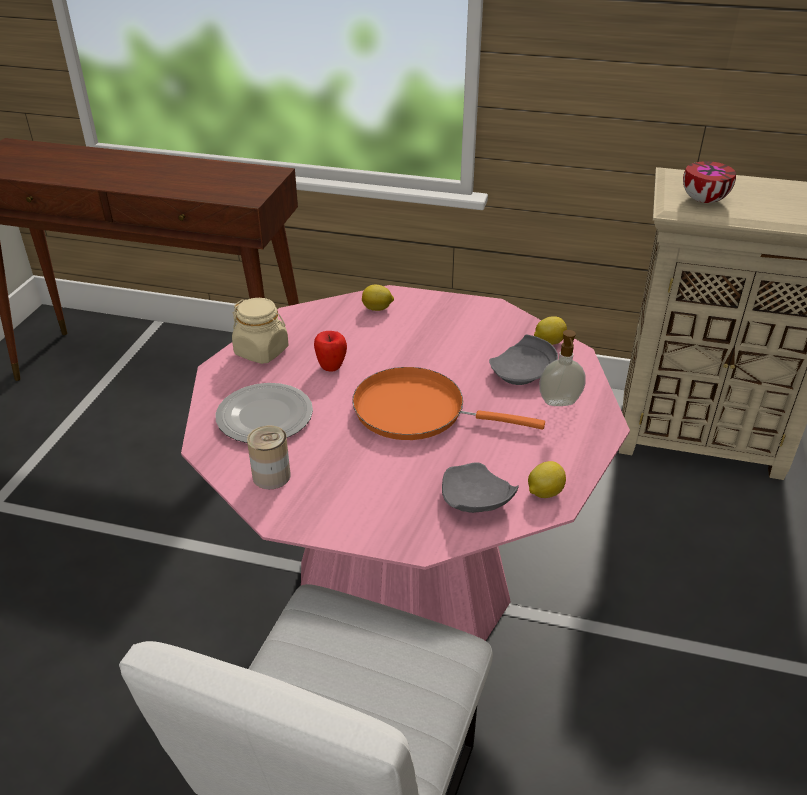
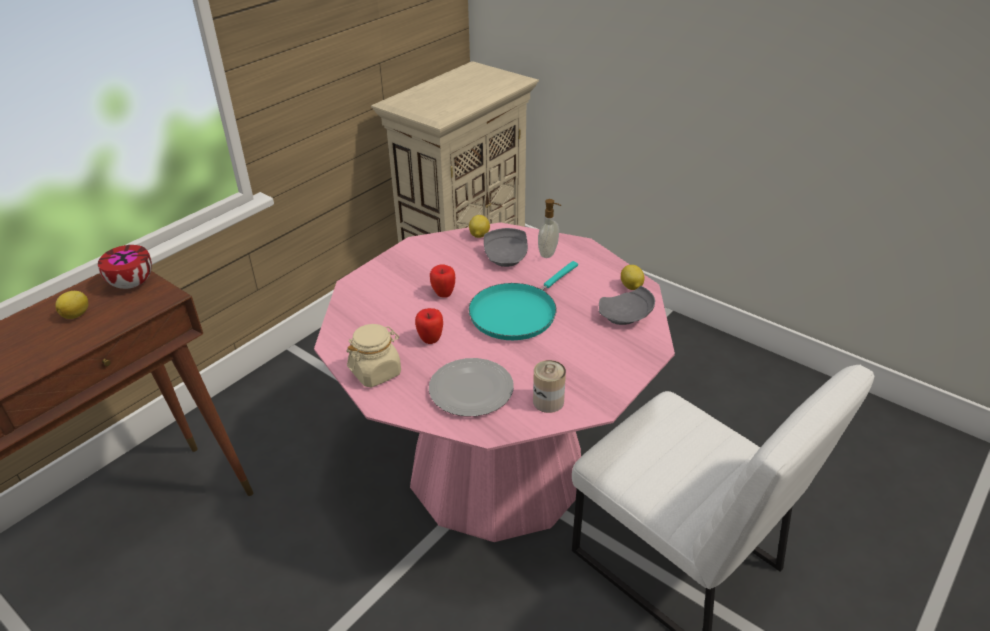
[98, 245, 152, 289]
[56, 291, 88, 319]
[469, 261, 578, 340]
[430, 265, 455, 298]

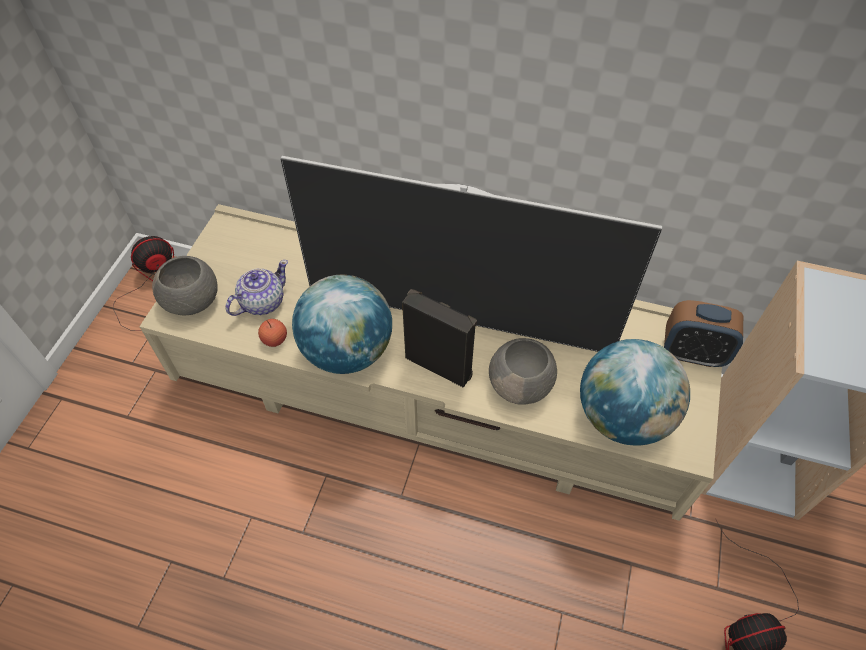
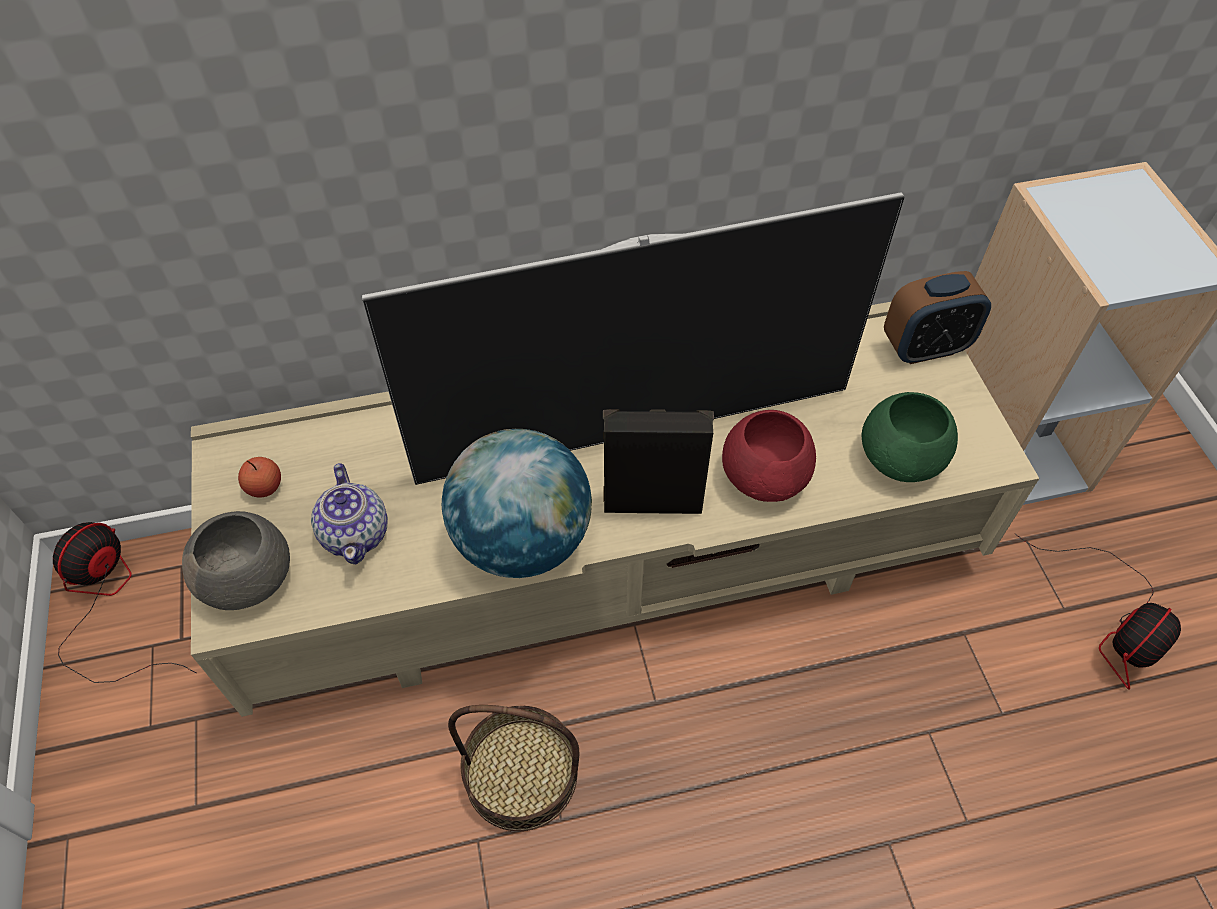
[311, 463, 388, 564]
[238, 457, 281, 498]
[722, 410, 816, 502]
[861, 392, 958, 482]
[448, 705, 580, 831]

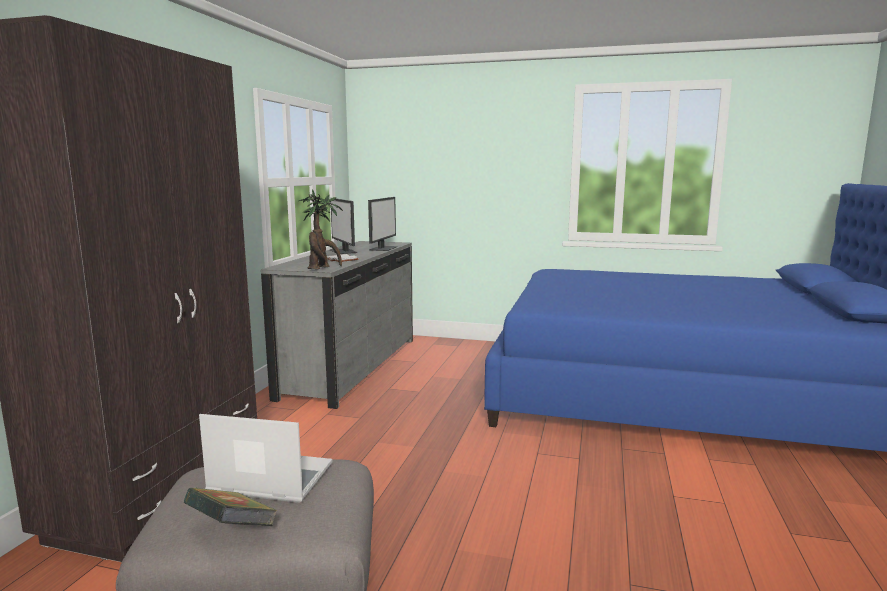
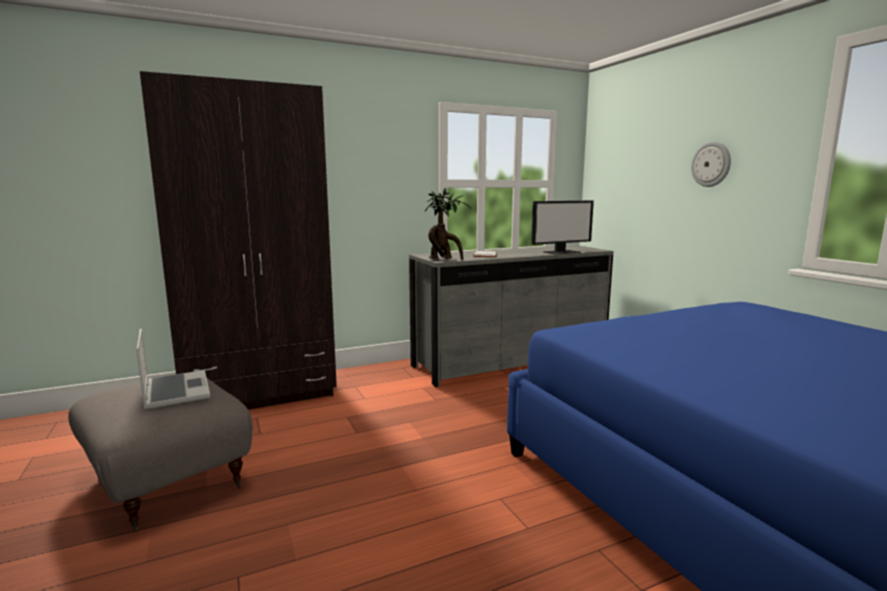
[329, 198, 357, 254] (first image)
[184, 487, 278, 526] (first image)
[691, 141, 731, 187]

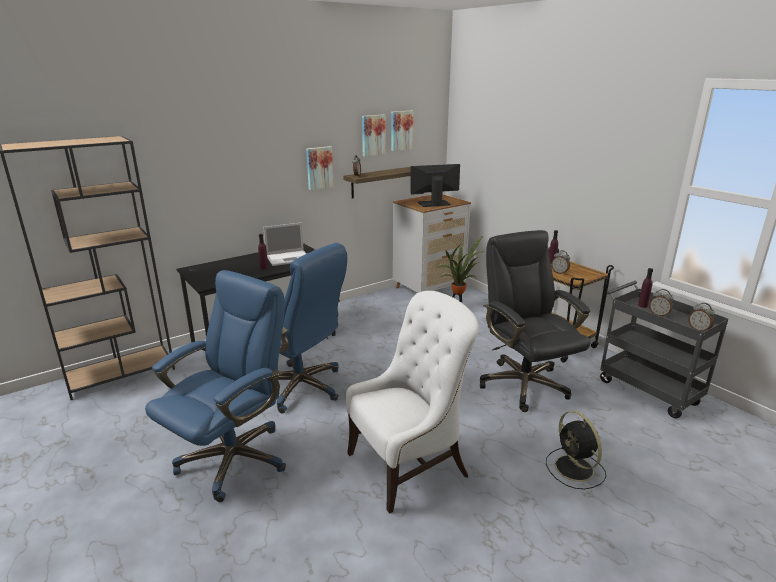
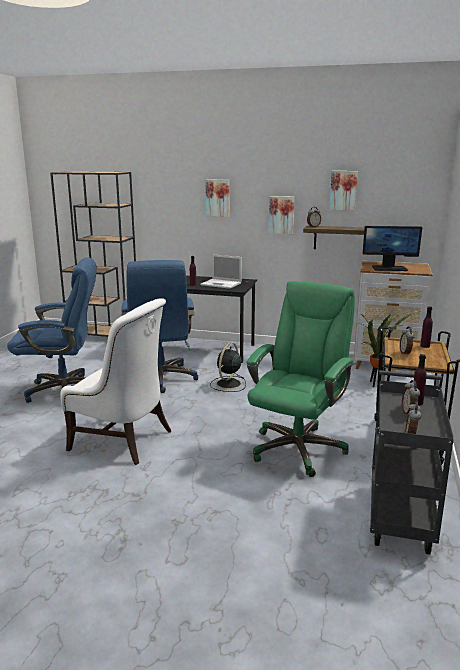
[205, 180, 229, 217]
[363, 226, 422, 271]
[247, 281, 356, 477]
[210, 343, 246, 392]

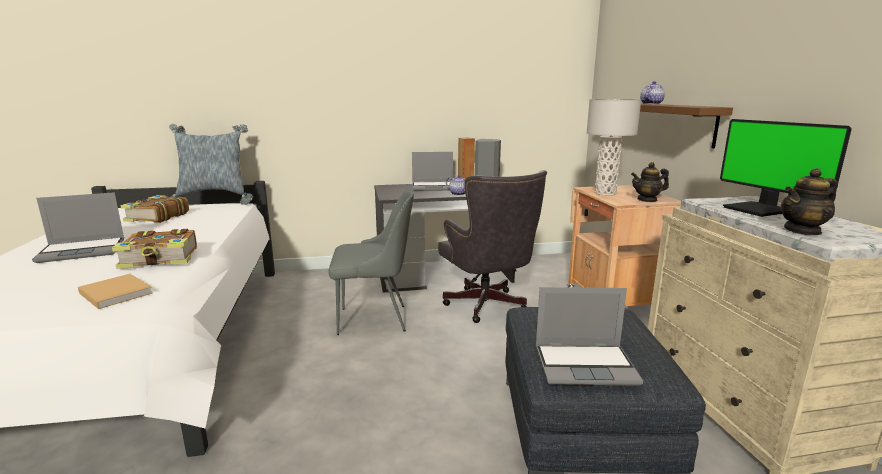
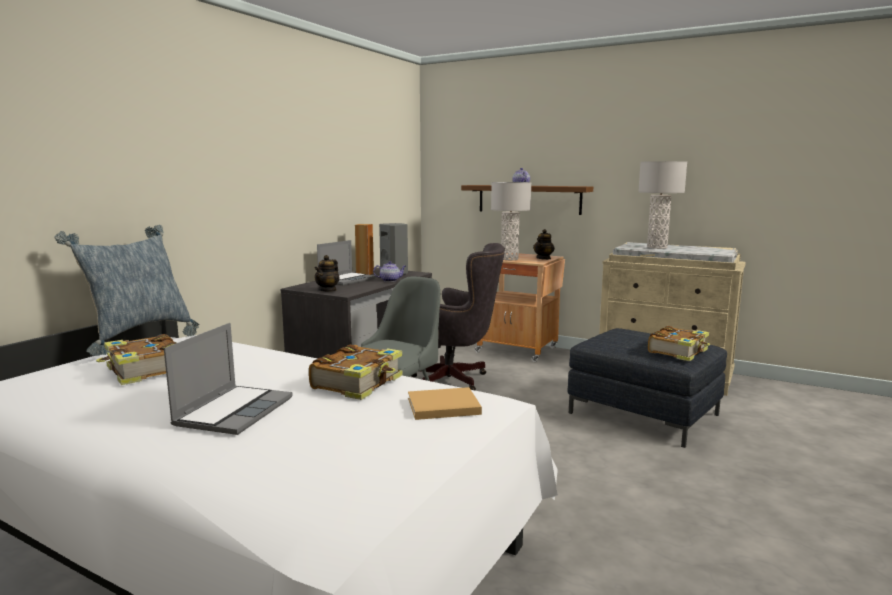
[638, 161, 687, 249]
[314, 255, 340, 292]
[648, 326, 710, 361]

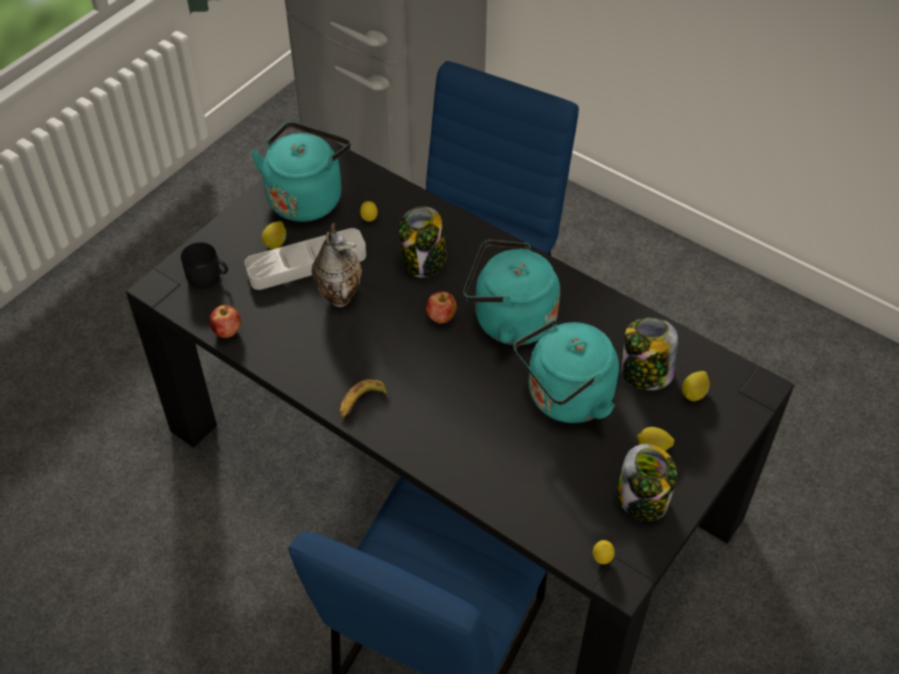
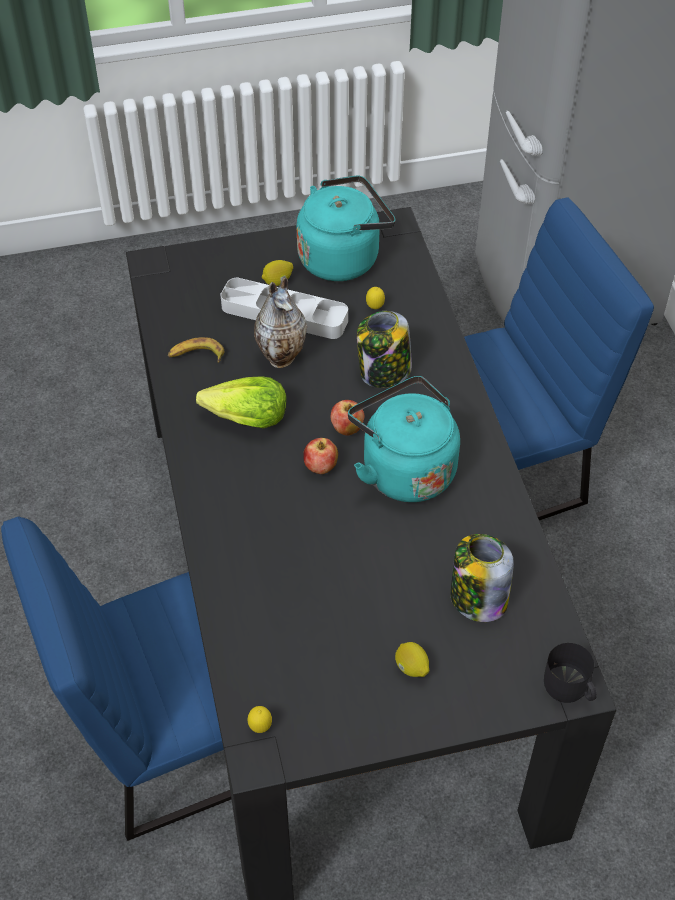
[544, 643, 597, 703]
[303, 438, 338, 474]
[514, 320, 619, 423] (first image)
[682, 371, 710, 401] (first image)
[168, 337, 224, 363]
[617, 444, 677, 521] (first image)
[196, 376, 287, 428]

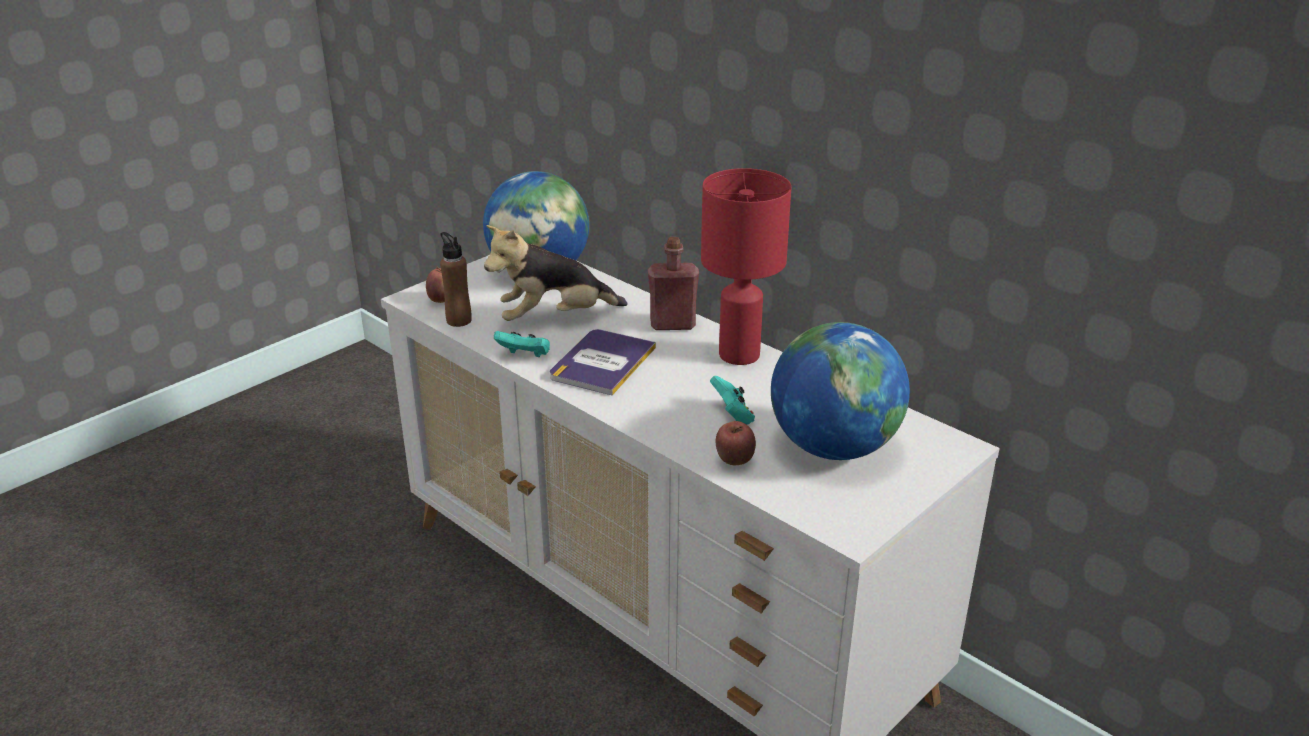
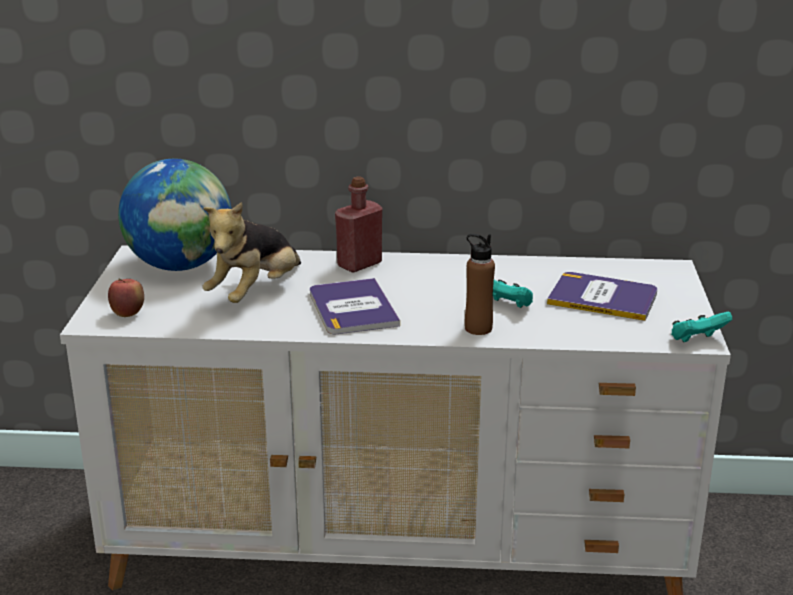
[701, 168, 791, 365] (first image)
[465, 234, 495, 335]
[547, 272, 658, 321]
[671, 312, 732, 342]
[716, 421, 756, 465] (first image)

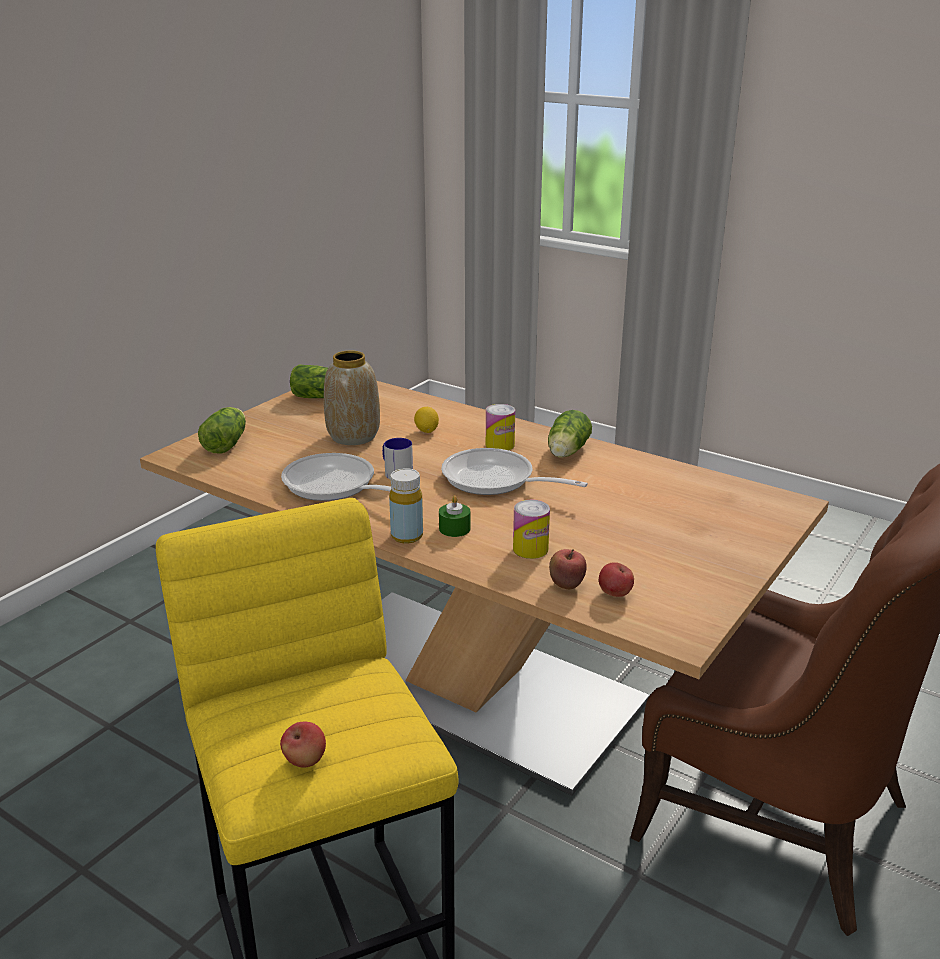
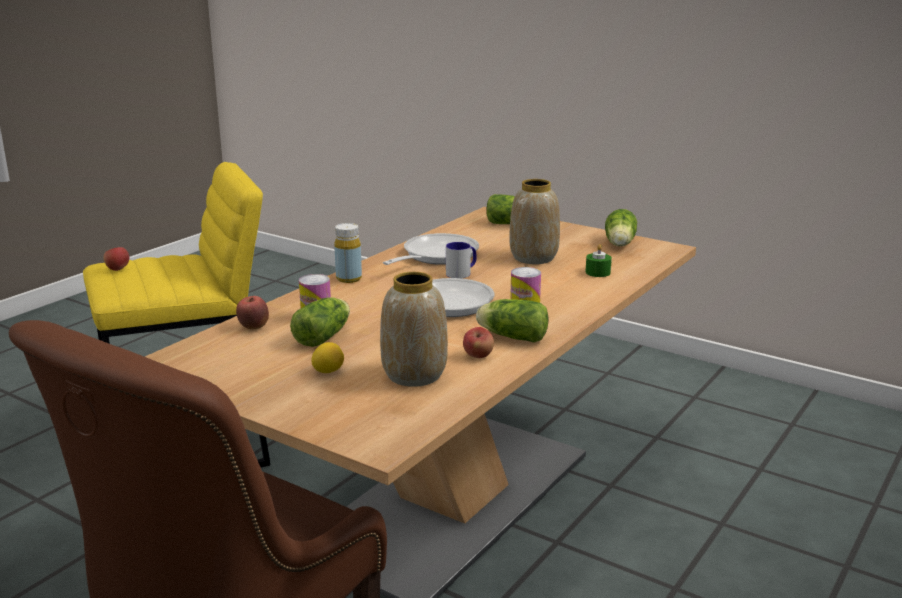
[311, 342, 344, 373]
[586, 244, 612, 277]
[463, 327, 494, 358]
[380, 272, 448, 387]
[290, 297, 350, 347]

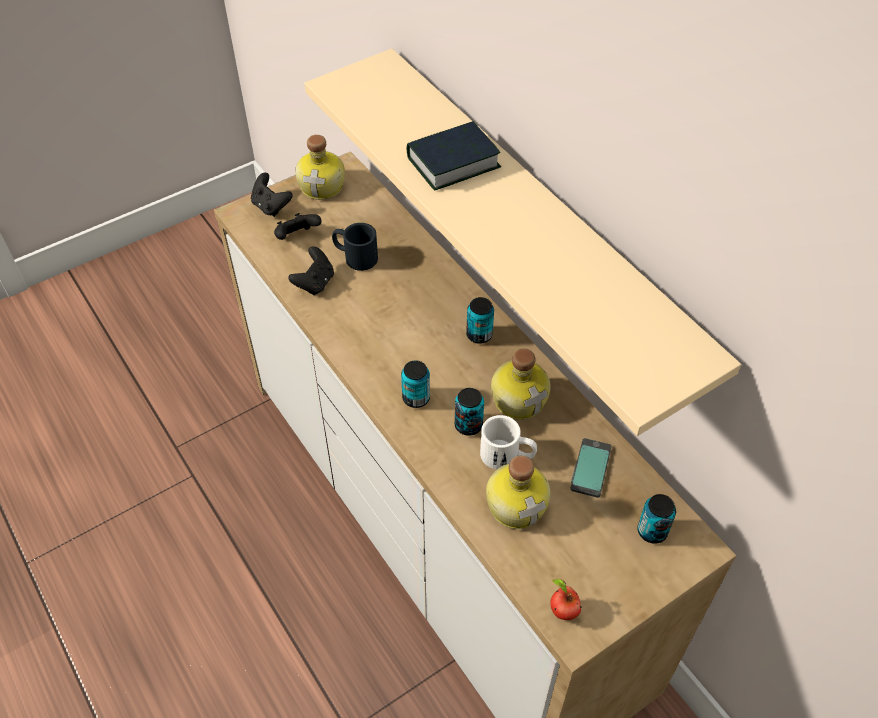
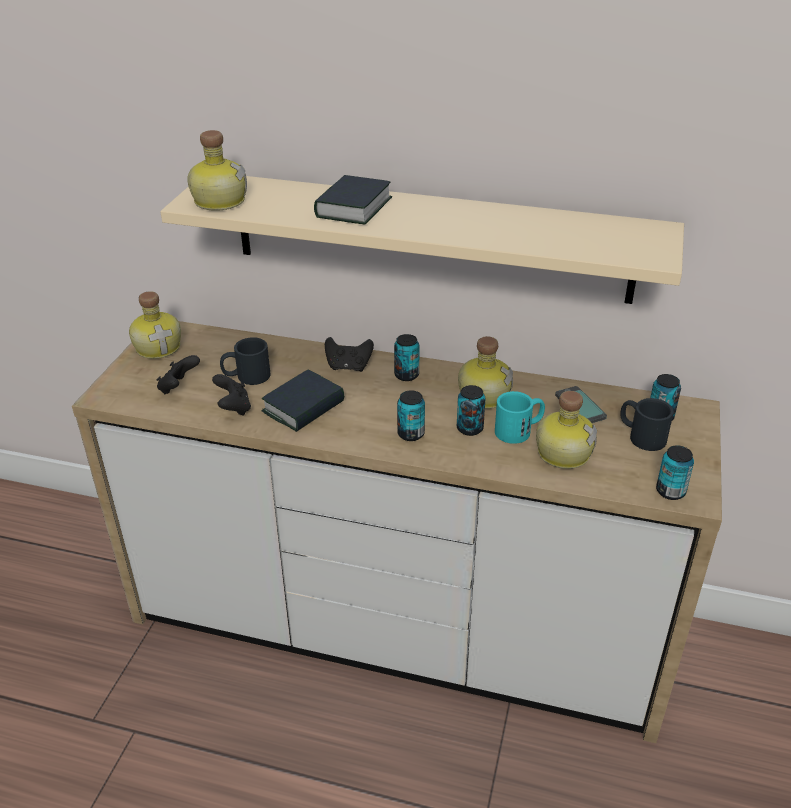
[325, 337, 374, 372]
[495, 391, 545, 444]
[656, 445, 694, 500]
[187, 130, 247, 211]
[262, 369, 344, 432]
[620, 398, 674, 451]

